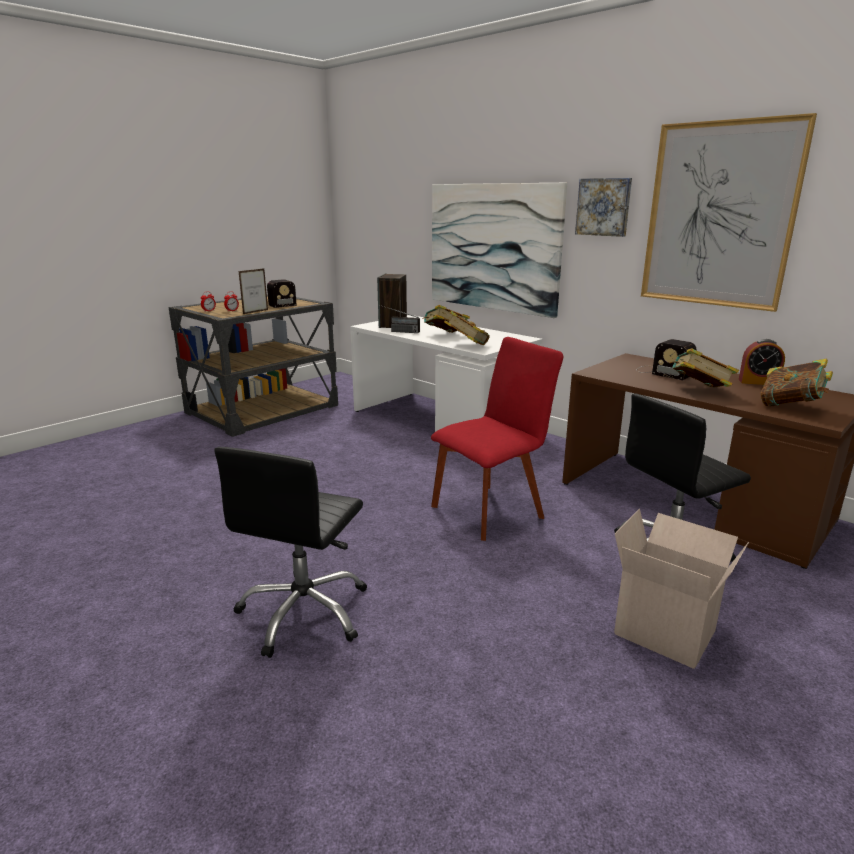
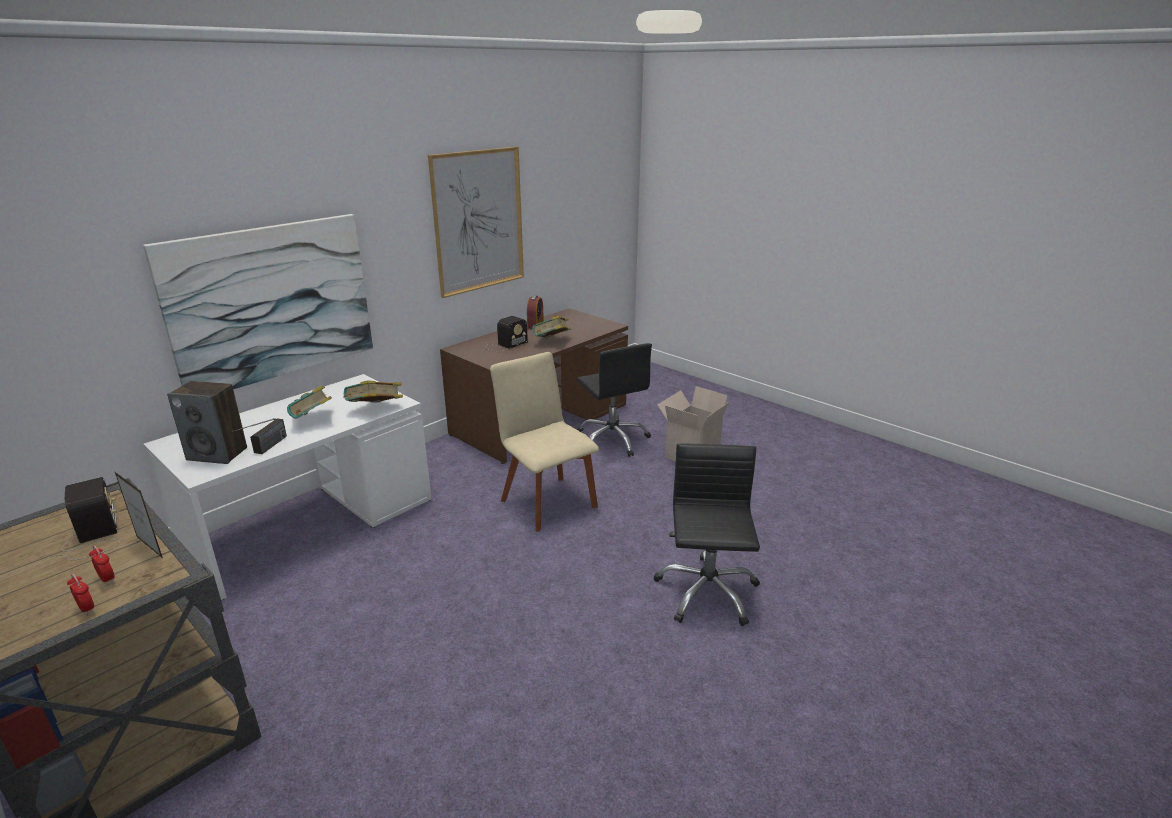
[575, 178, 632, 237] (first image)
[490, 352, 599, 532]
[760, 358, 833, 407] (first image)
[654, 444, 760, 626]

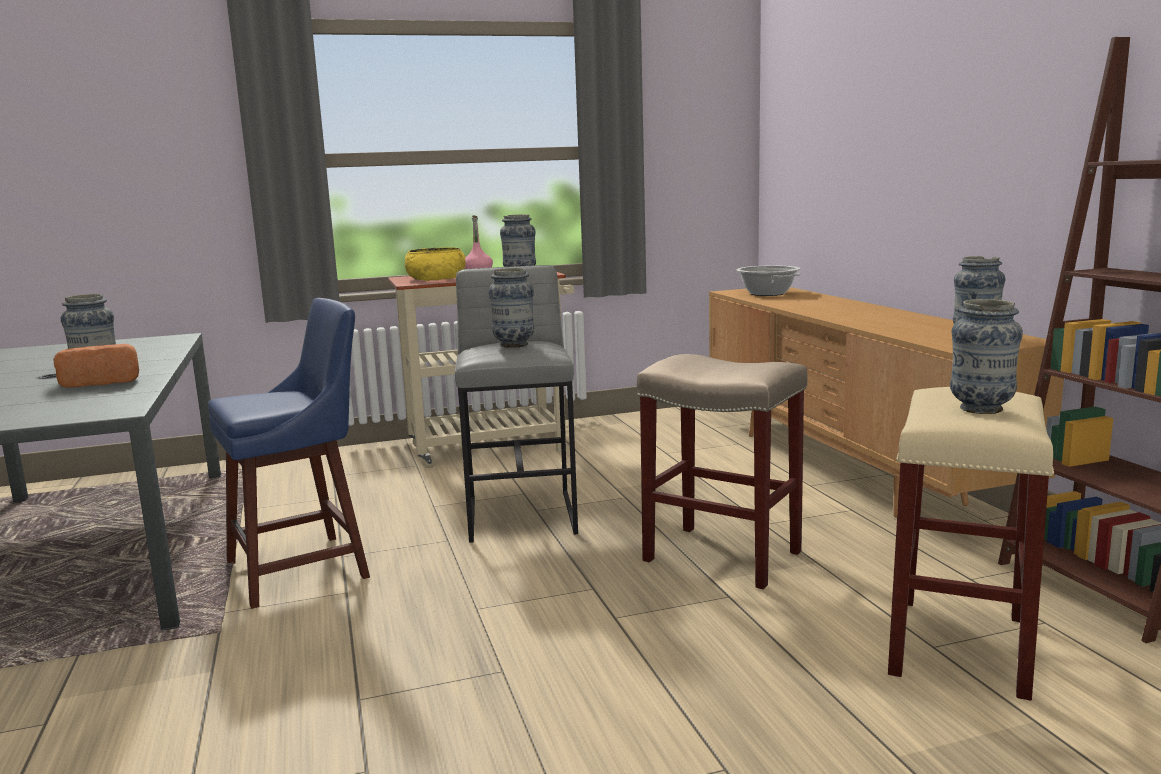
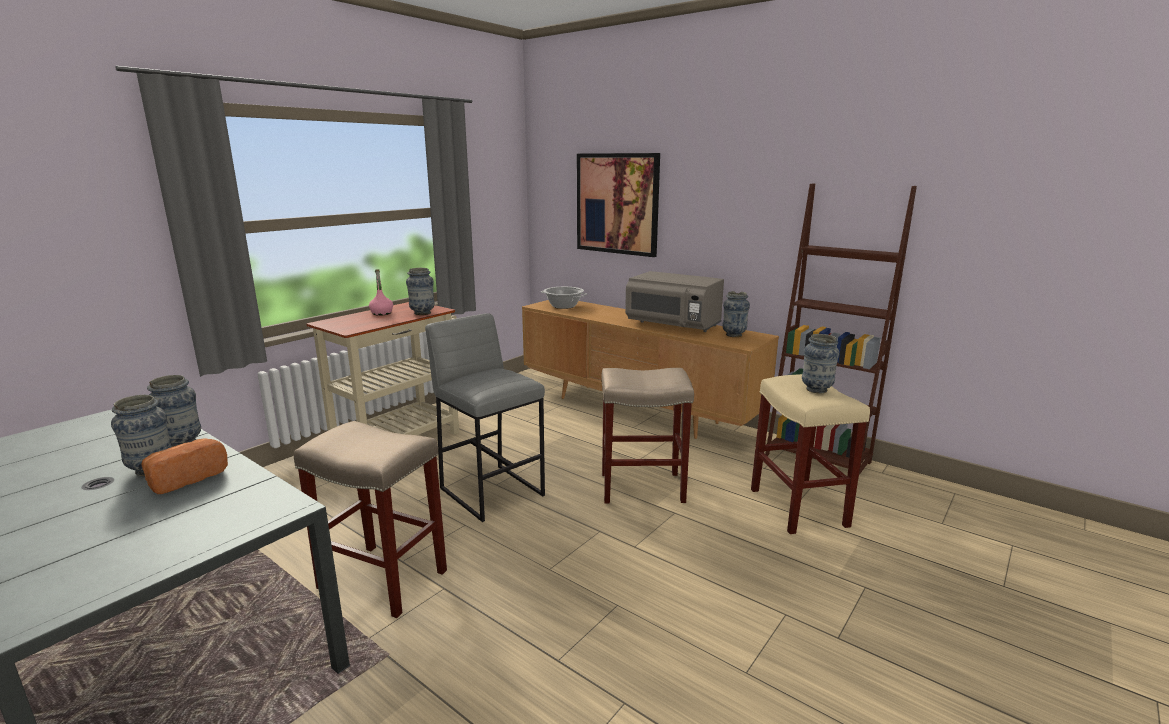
[405, 247, 466, 281] (first image)
[147, 375, 201, 447]
[294, 421, 447, 618]
[577, 153, 660, 257]
[625, 271, 724, 332]

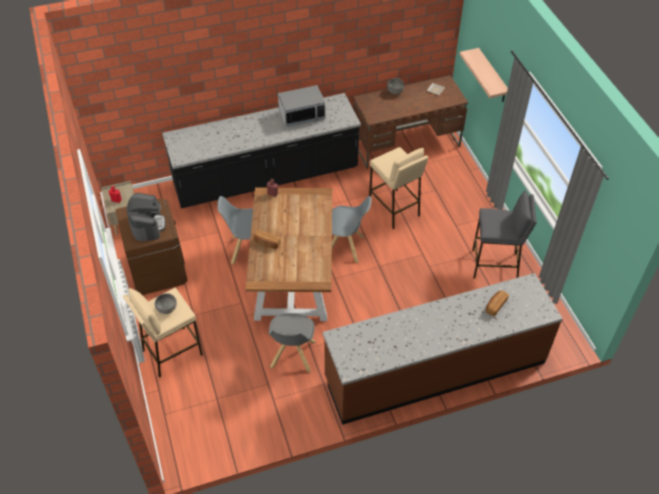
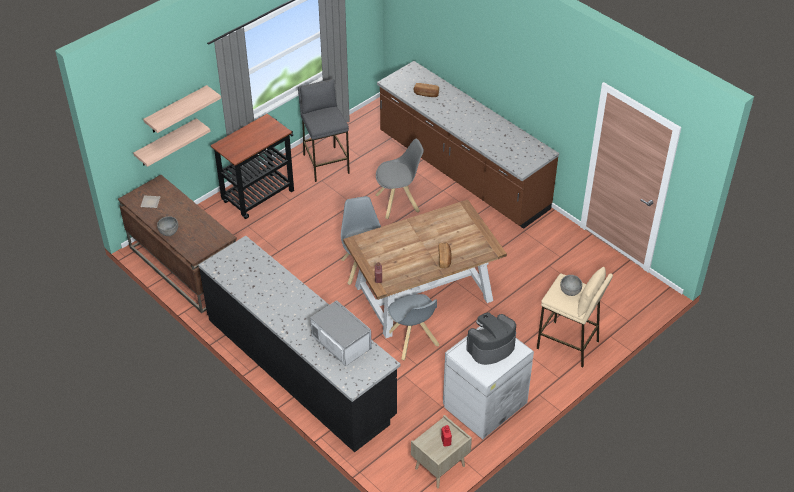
[310, 300, 372, 366]
[369, 147, 428, 229] (first image)
[443, 326, 534, 439]
[375, 139, 424, 219]
[211, 114, 294, 219]
[133, 118, 211, 167]

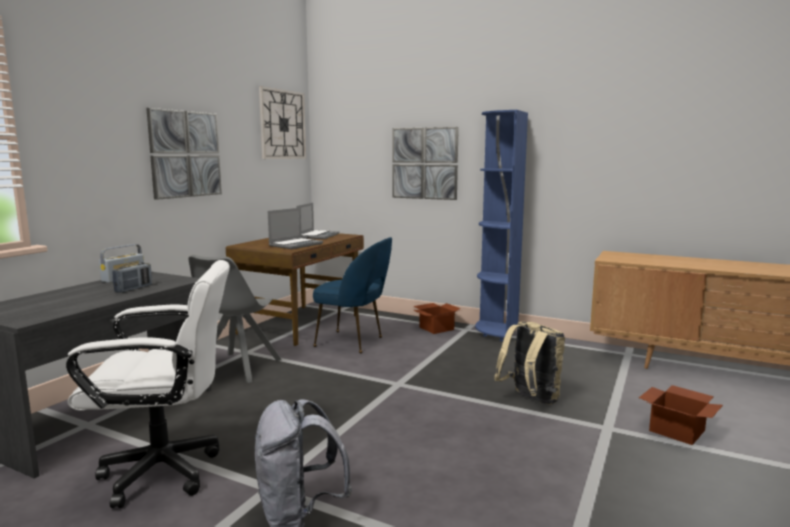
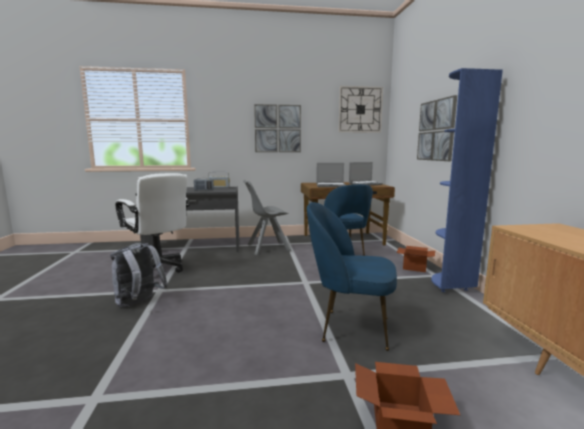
[307, 202, 397, 351]

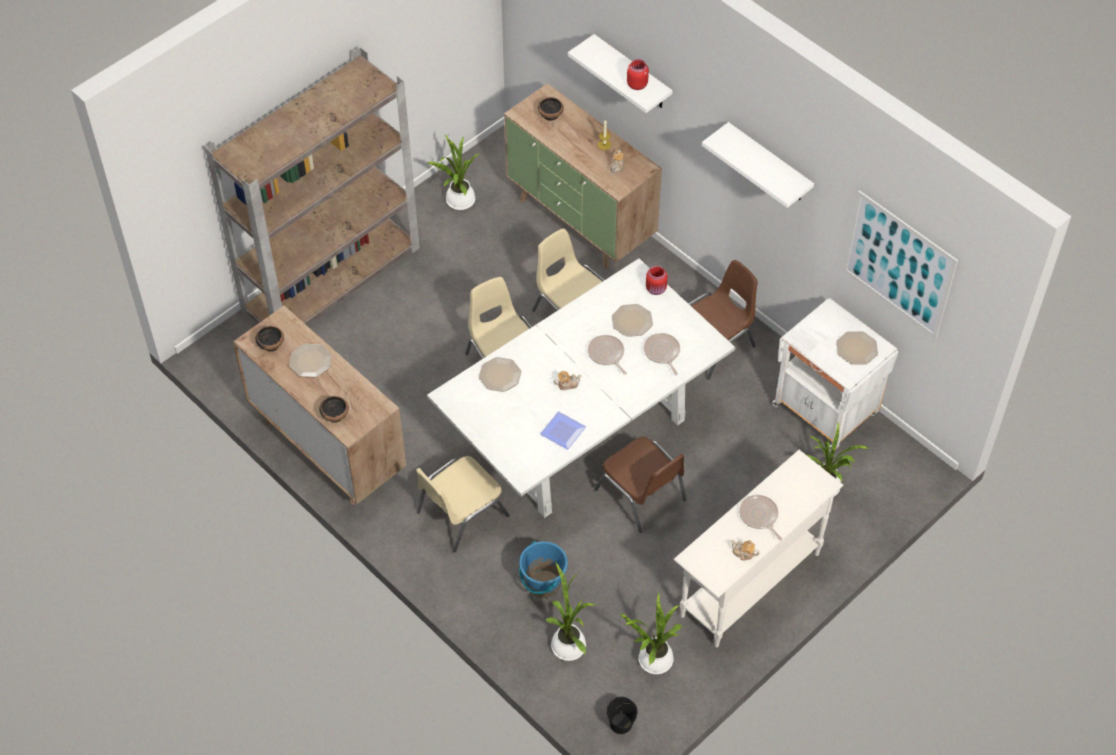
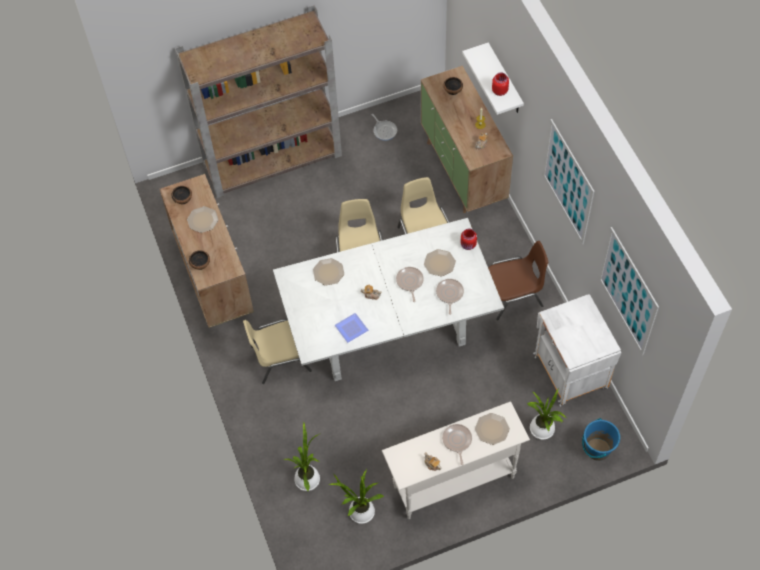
[543, 119, 594, 245]
[371, 114, 397, 141]
[475, 413, 510, 445]
[595, 437, 686, 533] (first image)
[582, 418, 620, 461]
[606, 697, 638, 734] (first image)

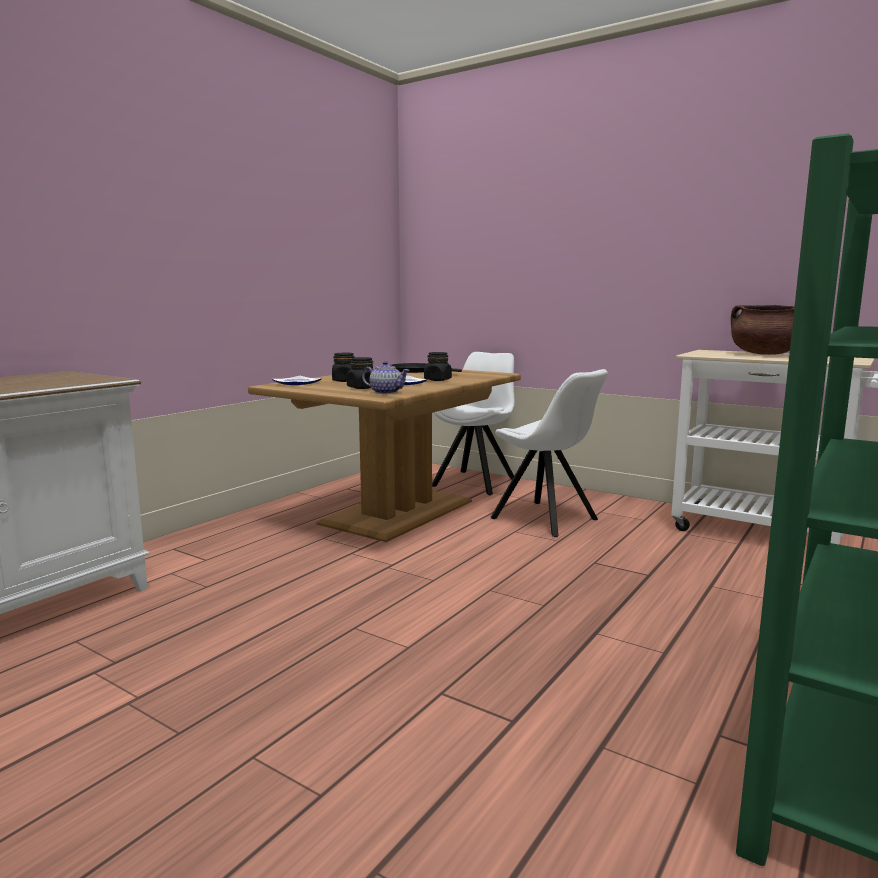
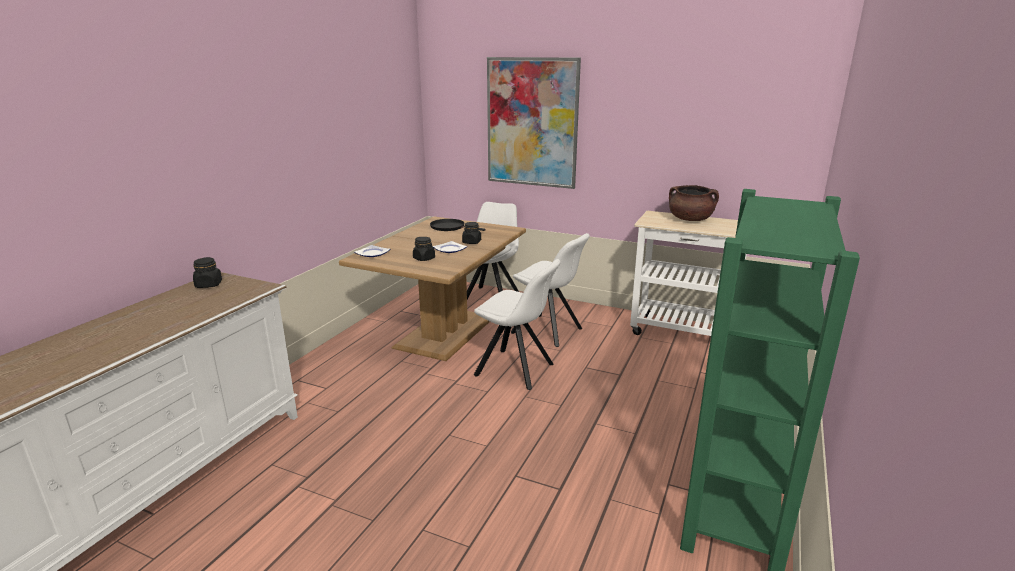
[193, 257, 222, 288]
[362, 361, 410, 394] (first image)
[487, 57, 581, 189]
[474, 259, 561, 390]

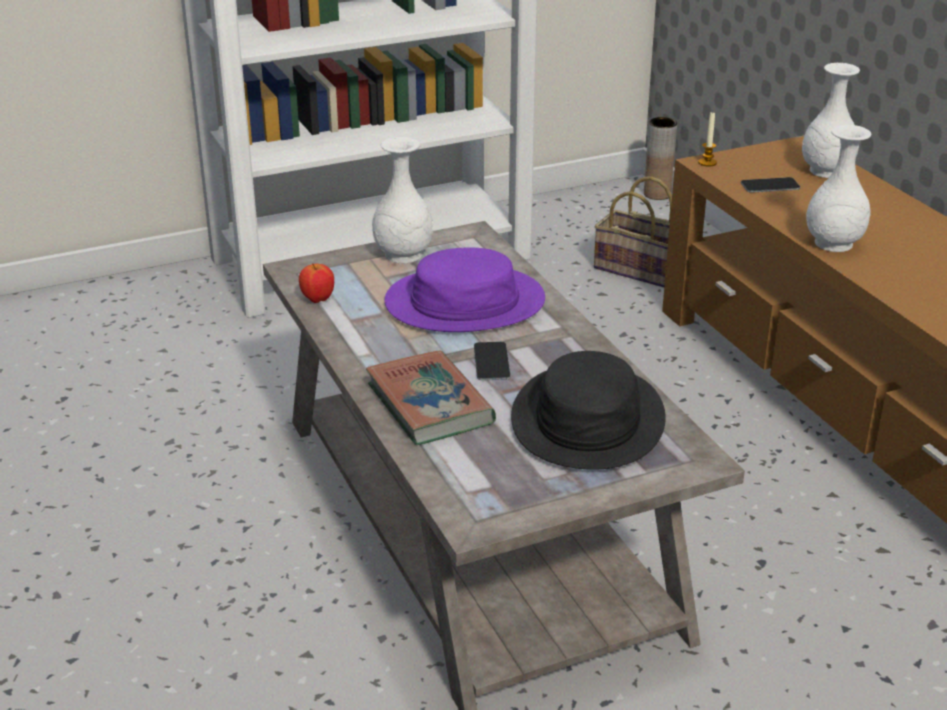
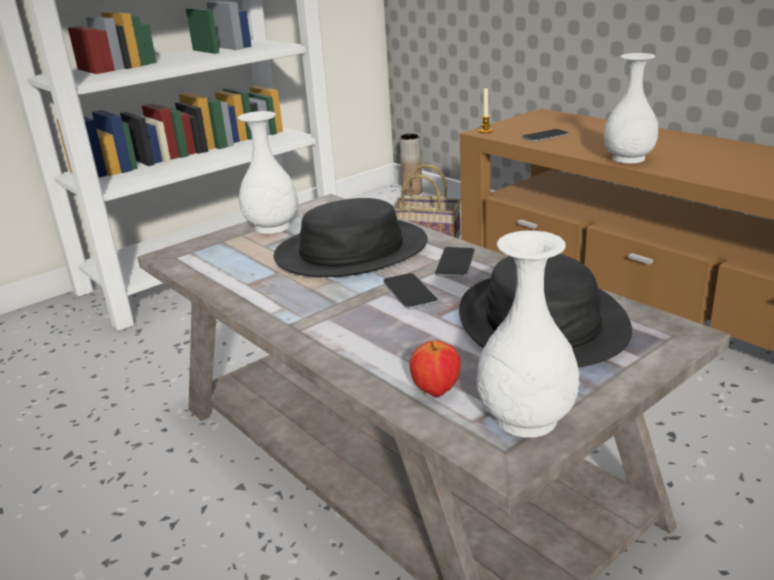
[477, 230, 580, 438]
[274, 198, 428, 277]
[410, 340, 461, 397]
[366, 351, 496, 445] (first image)
[435, 247, 475, 277]

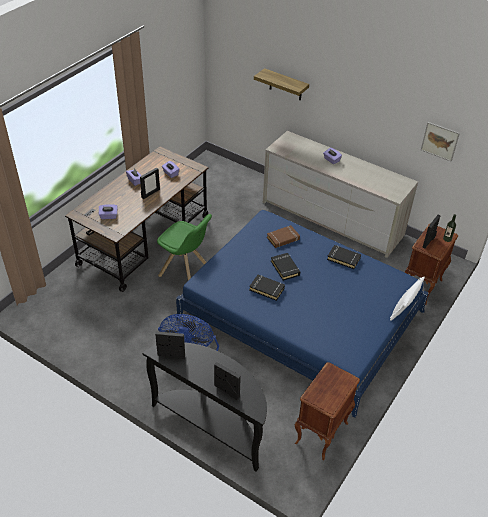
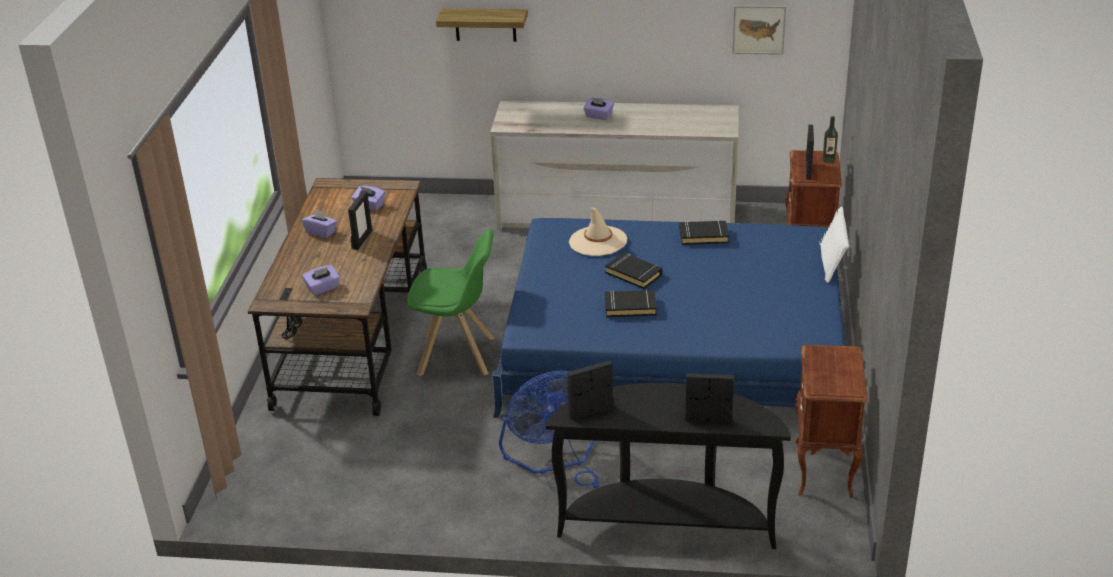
[569, 208, 627, 256]

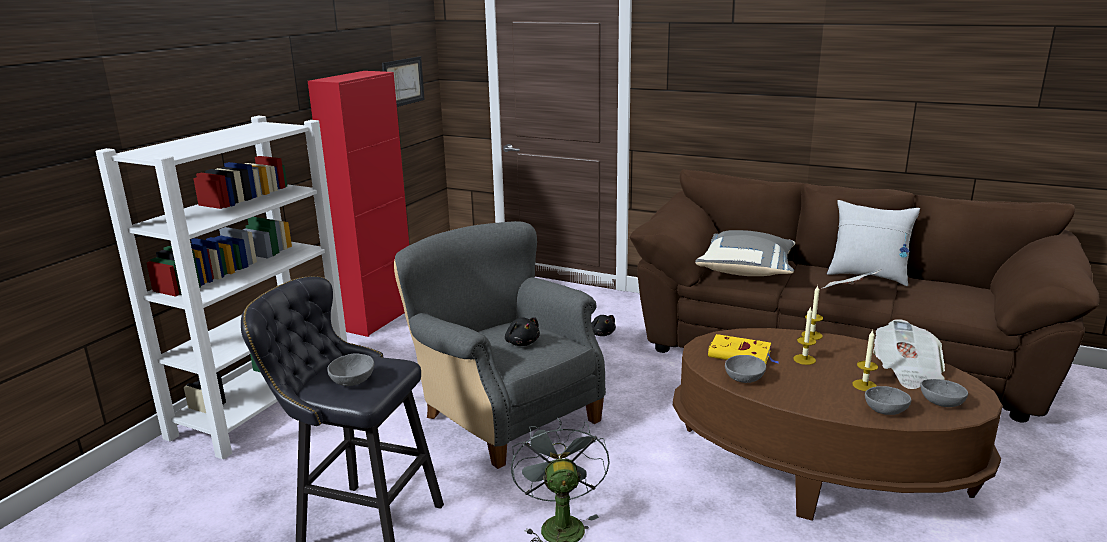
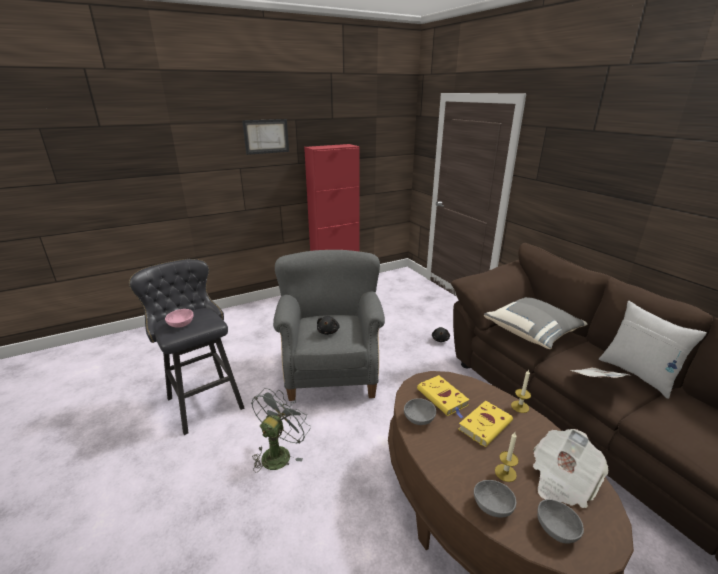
[242, 119, 289, 155]
[96, 116, 347, 459] (first image)
[458, 400, 513, 447]
[165, 309, 194, 328]

